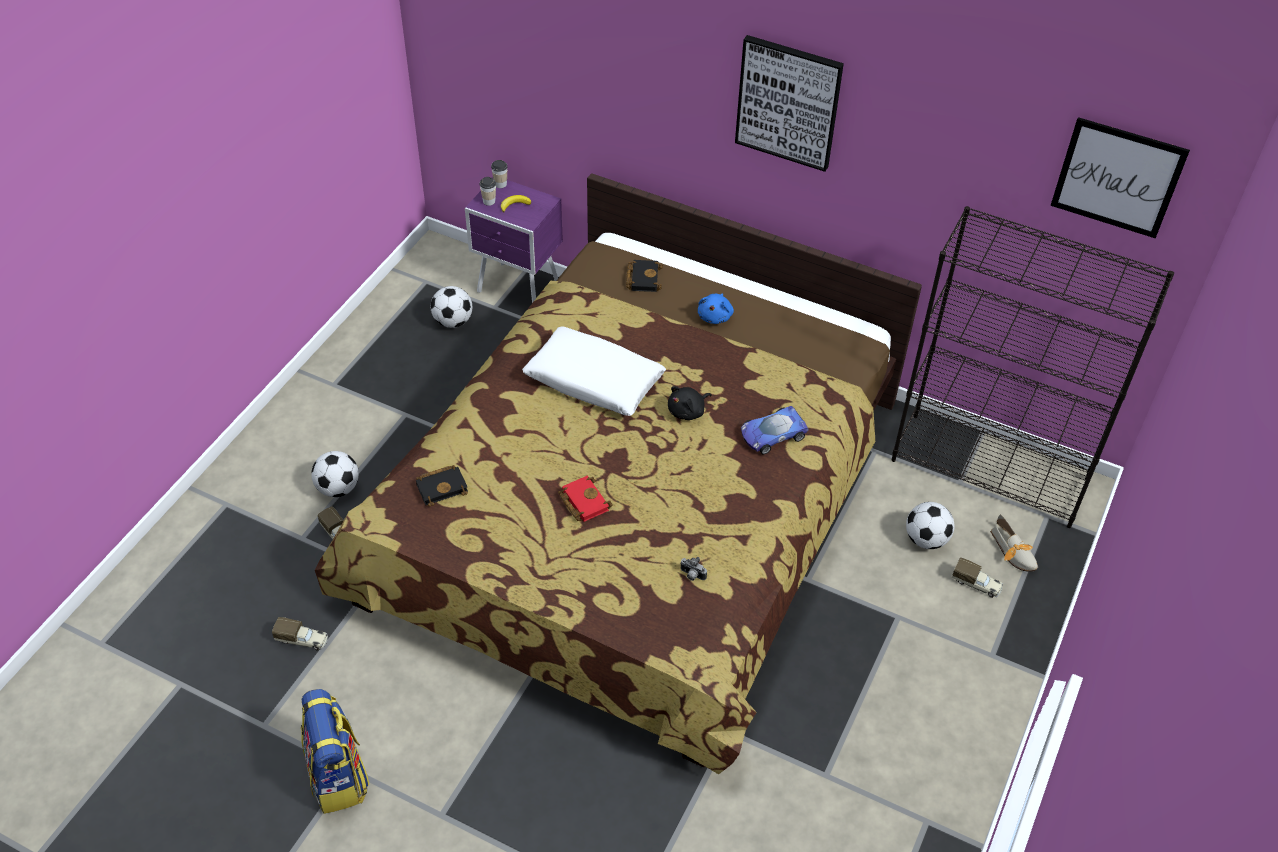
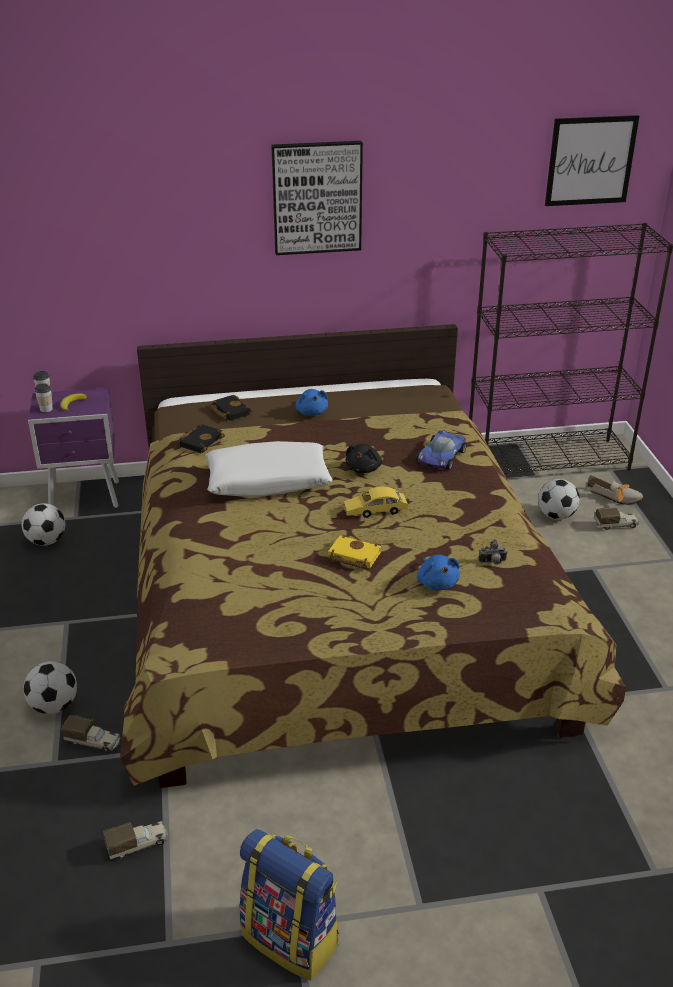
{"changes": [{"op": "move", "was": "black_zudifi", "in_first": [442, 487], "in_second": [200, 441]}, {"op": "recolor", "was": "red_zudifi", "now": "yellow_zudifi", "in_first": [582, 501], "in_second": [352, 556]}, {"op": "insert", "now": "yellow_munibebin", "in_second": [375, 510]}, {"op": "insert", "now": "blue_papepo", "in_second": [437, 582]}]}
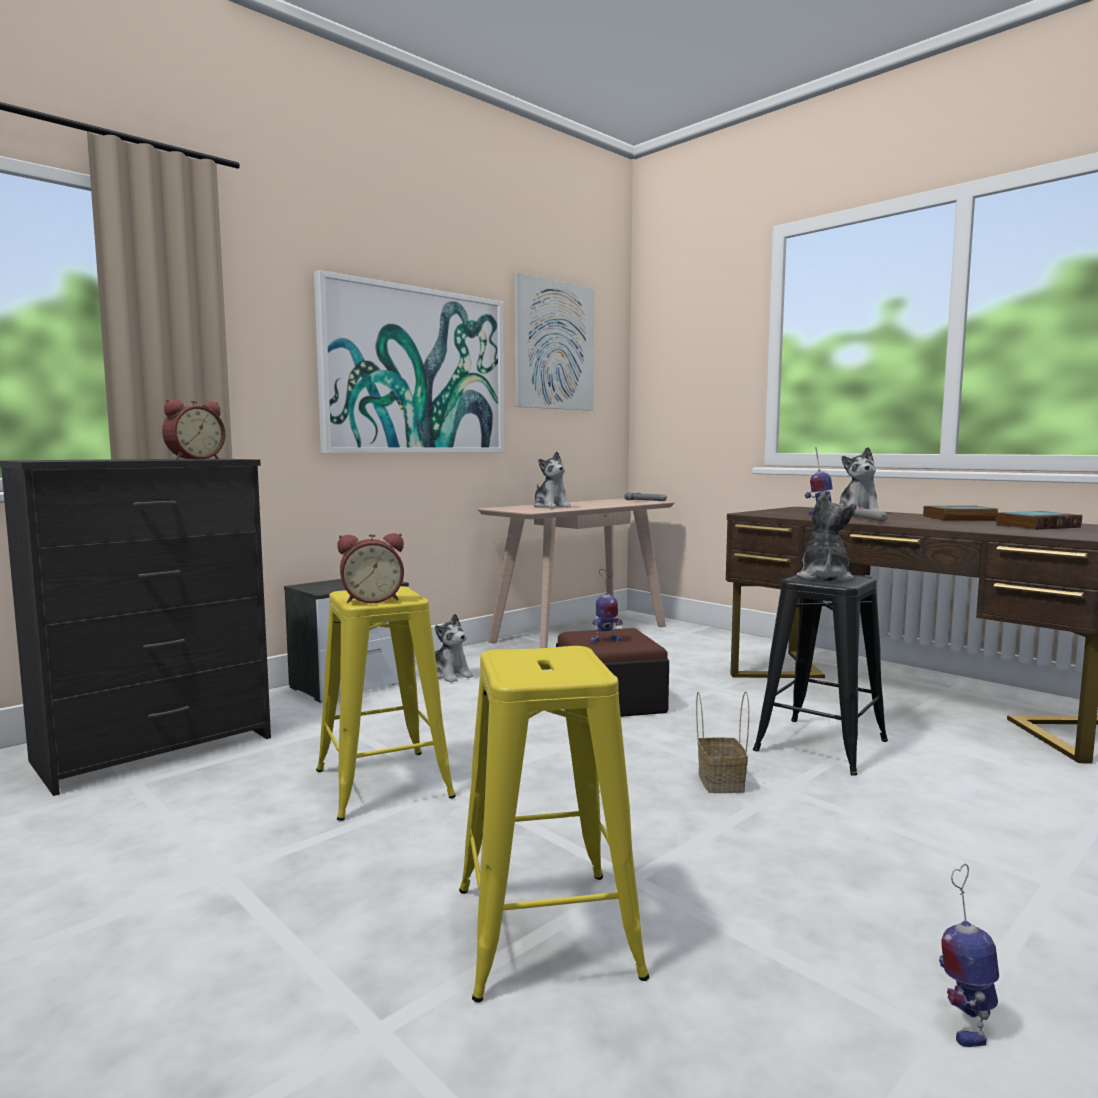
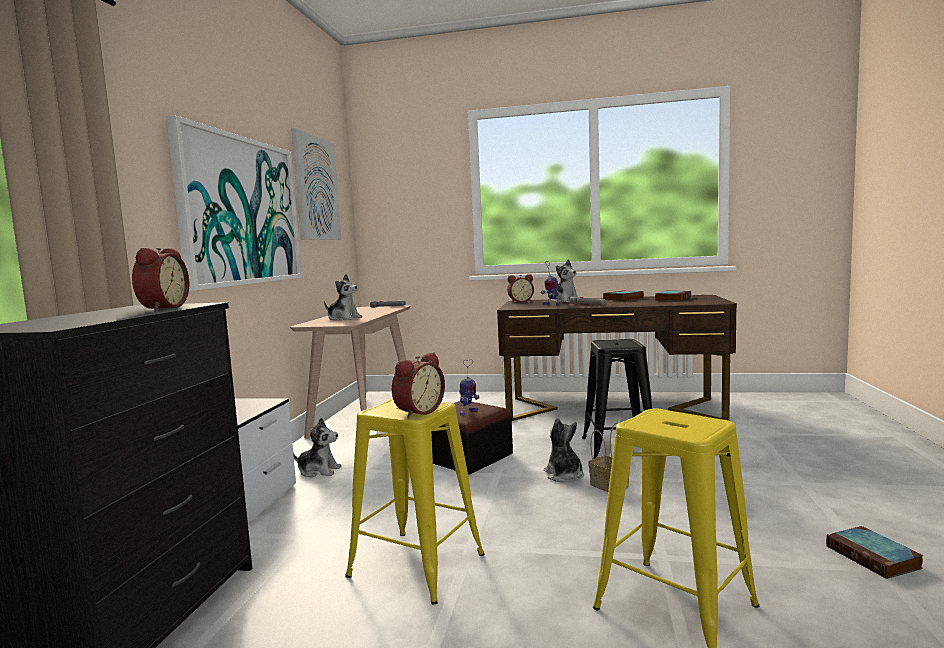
{"changes": [{"op": "move", "was": "papepo", "in_first": [824, 577], "in_second": [564, 475]}, {"op": "replace", "was": "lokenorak", "now": "zudifi", "in_first": [964, 1022], "in_second": [874, 558]}, {"op": "insert", "now": "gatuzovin", "in_second": [520, 301]}]}
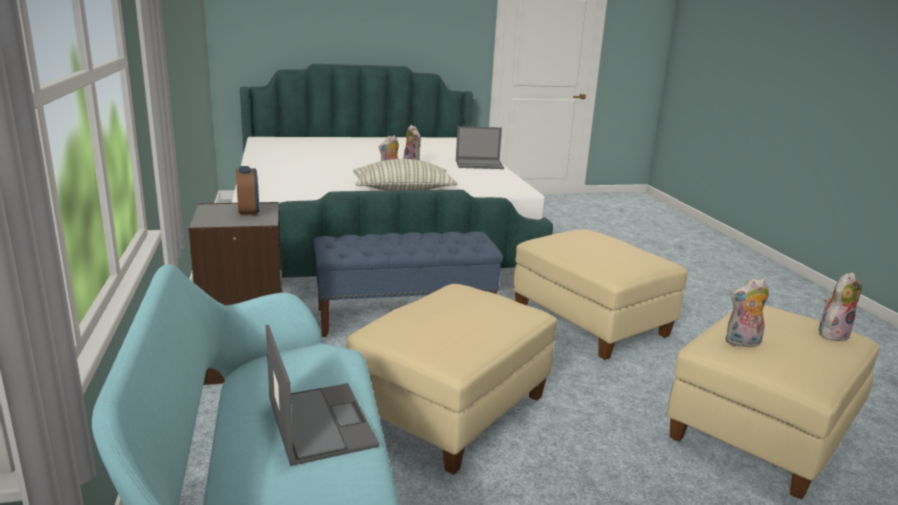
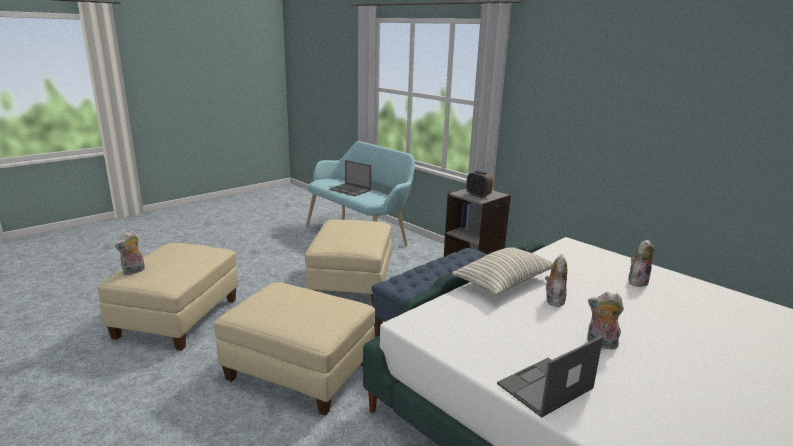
{"changes": [{"op": "move", "was": "papepo", "in_first": [742, 343], "in_second": [637, 281]}]}
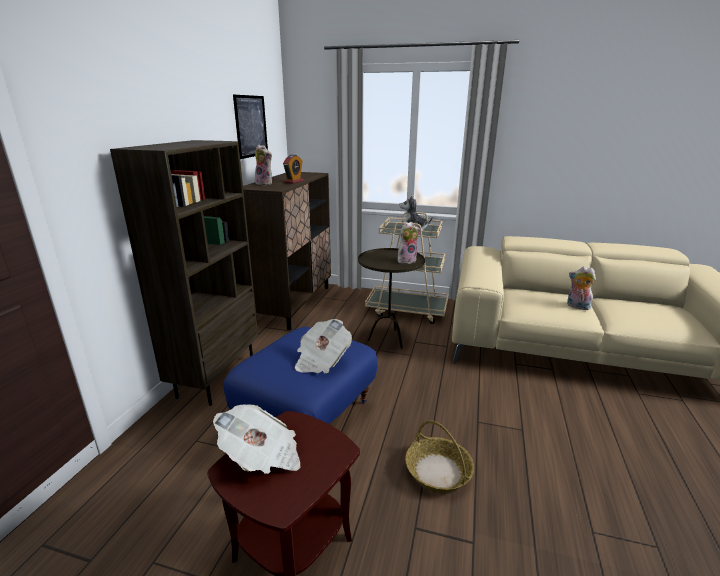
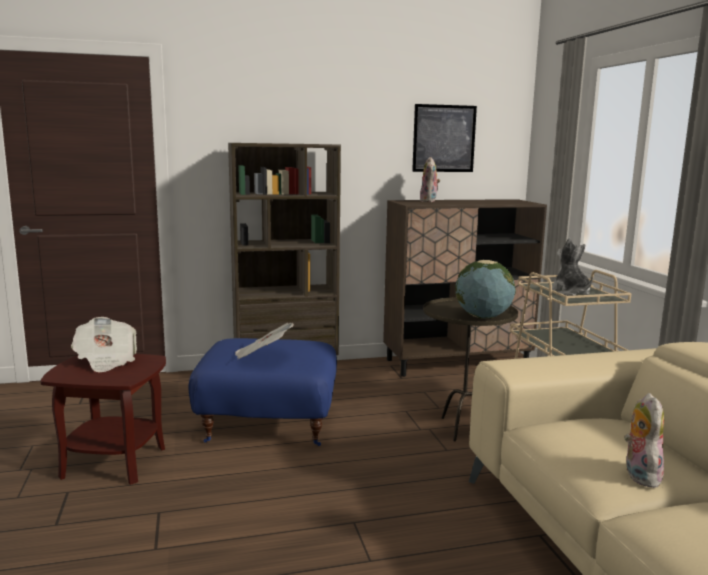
{"changes": [{"op": "delete", "was": "gatuzovin", "in_first": [294, 181]}, {"op": "replace", "was": "papepo", "now": "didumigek", "in_first": [406, 260], "in_second": [482, 317]}, {"op": "delete", "was": "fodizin", "in_first": [437, 471]}]}
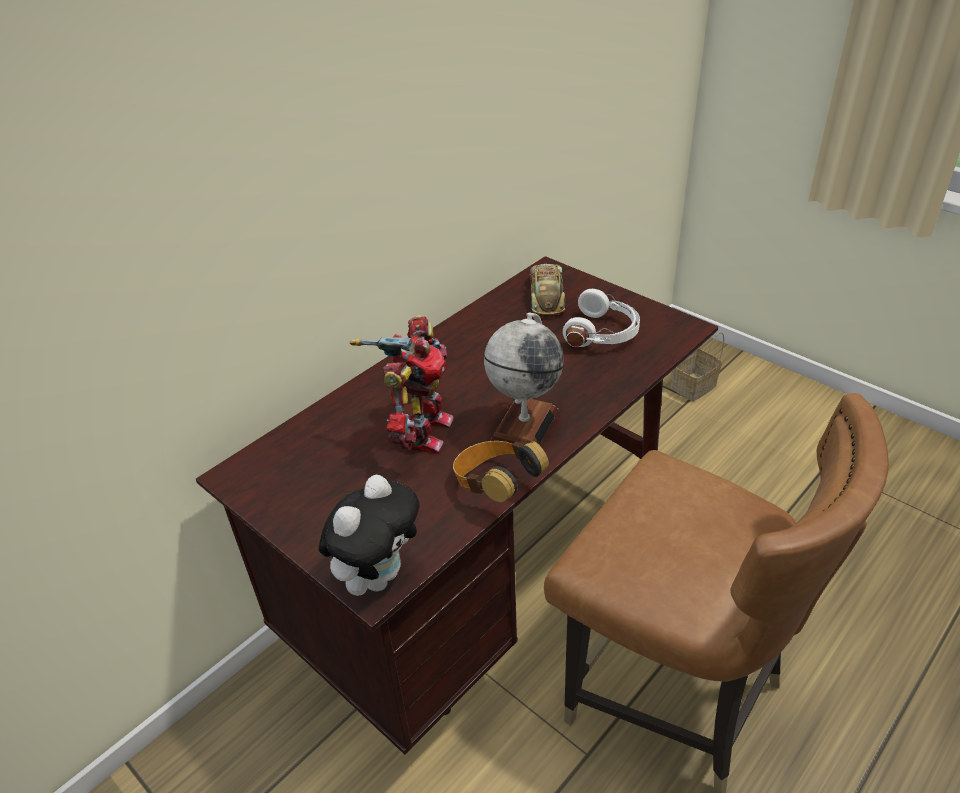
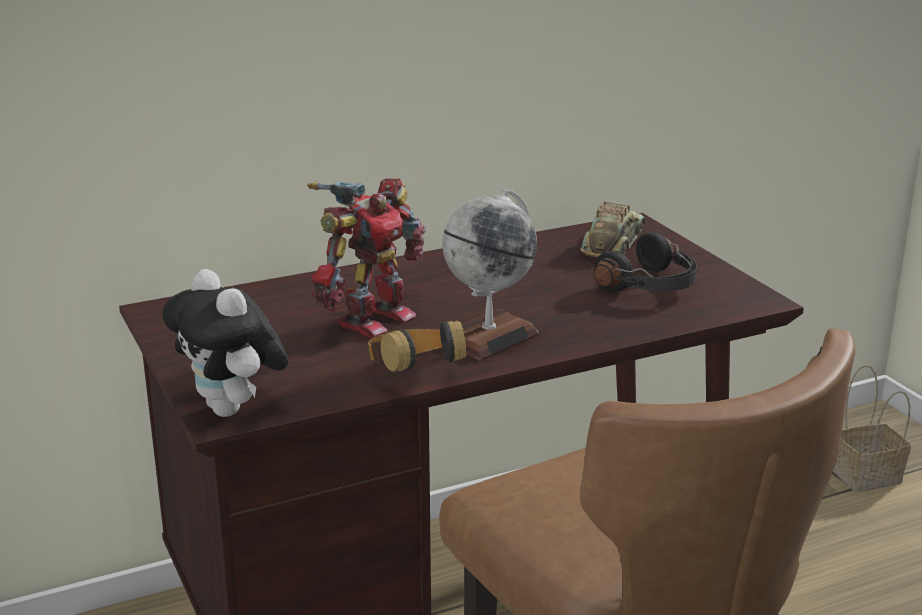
{"changes": [{"op": "recolor", "was": "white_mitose", "now": "black_mitose", "in_first": [603, 333], "in_second": [651, 286]}, {"op": "rotate", "was": "papepo", "in_first": [378, 576], "in_second": [233, 410], "clockwise": 90}]}
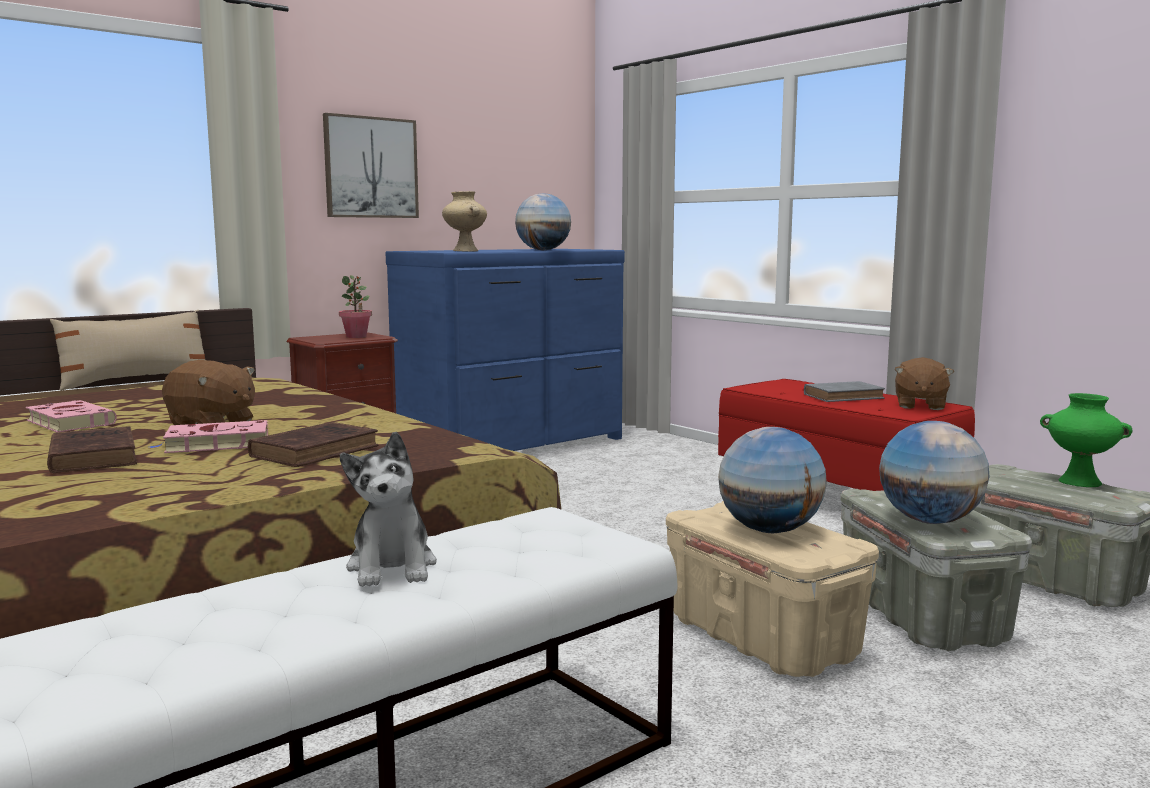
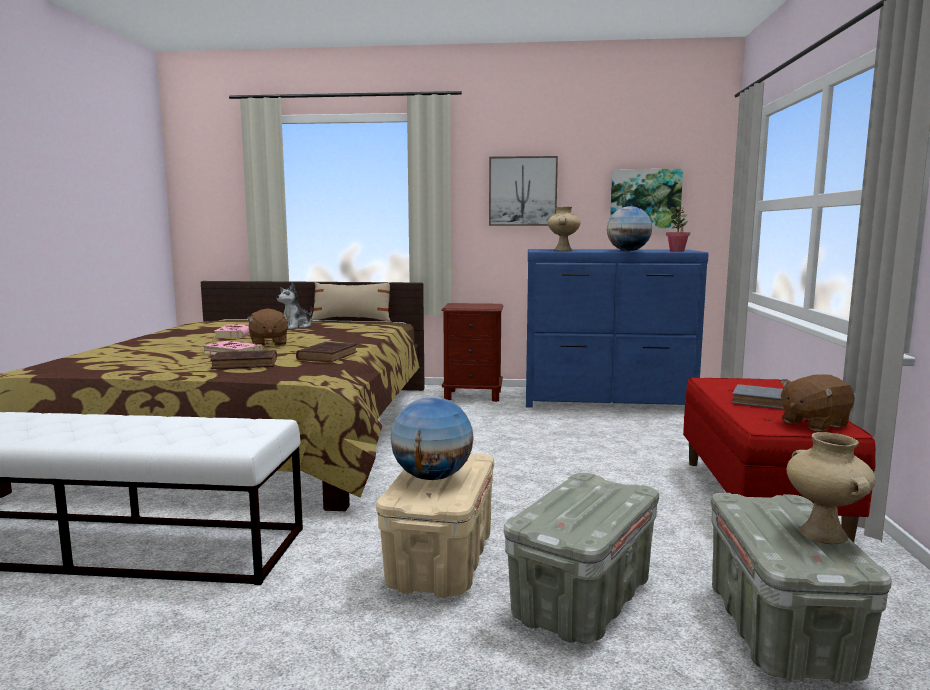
{"changes": [{"op": "move", "was": "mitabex", "in_first": [356, 337], "in_second": [677, 251]}, {"op": "recolor", "was": "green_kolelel", "now": "beige_kolelel", "in_first": [1080, 482], "in_second": [824, 534]}, {"op": "delete", "was": "didumigek", "in_first": [929, 521]}, {"op": "move", "was": "brown_zudifi", "in_first": [93, 456], "in_second": [328, 355]}, {"op": "move", "was": "papepo", "in_first": [392, 567], "in_second": [296, 326]}, {"op": "insert", "now": "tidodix", "in_second": [645, 199]}]}
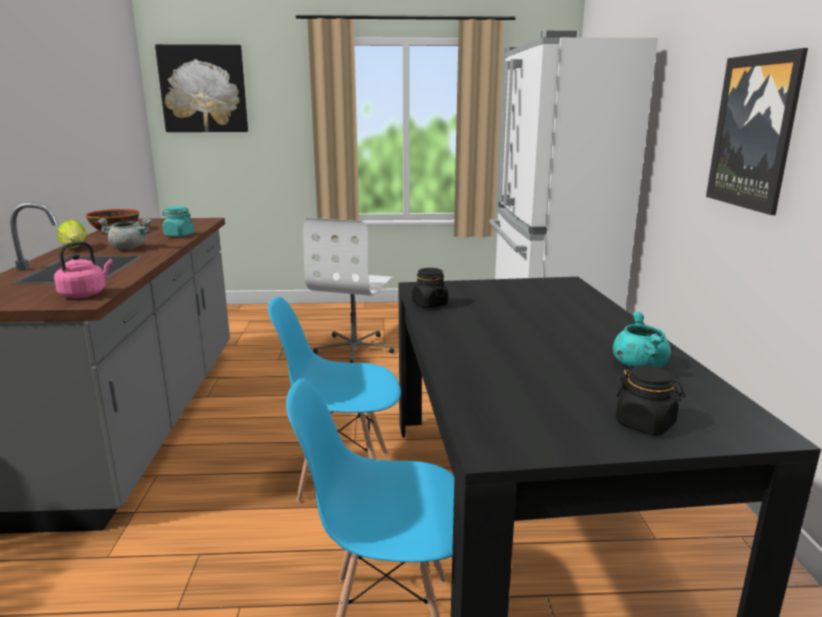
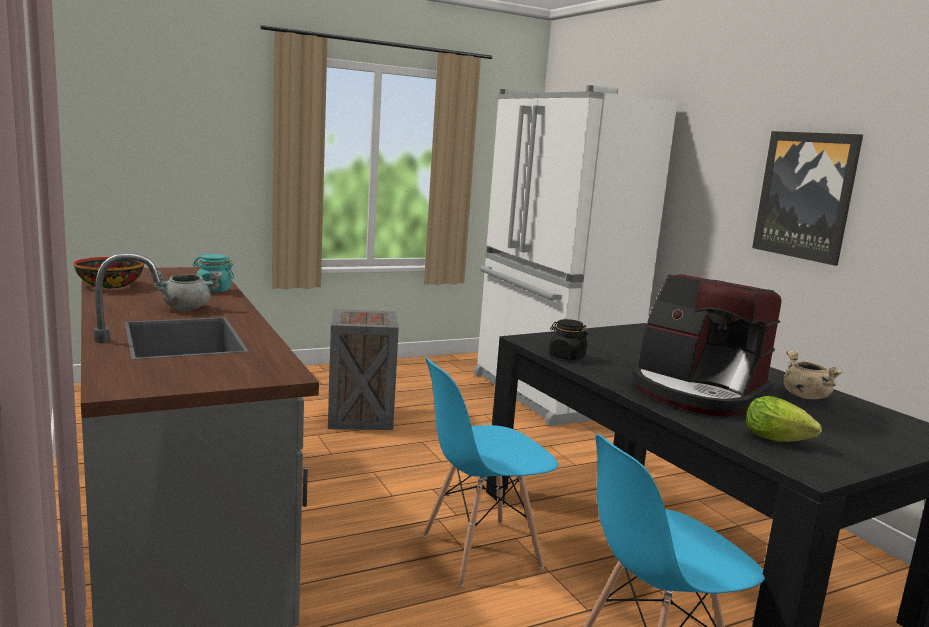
{"changes": [{"op": "delete", "was": "tidodix", "in_first": [203, 89]}, {"op": "replace", "was": "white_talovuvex", "now": "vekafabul", "in_first": [355, 348], "in_second": [359, 417]}, {"op": "move", "was": "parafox", "in_first": [75, 248], "in_second": [780, 440]}, {"op": "delete", "was": "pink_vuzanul", "in_first": [85, 294]}, {"op": "recolor", "was": "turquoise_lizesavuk", "now": "beige_lizesavuk", "in_first": [638, 365], "in_second": [804, 396]}, {"op": "delete", "was": "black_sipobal", "in_first": [645, 424]}, {"op": "insert", "now": "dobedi", "in_second": [696, 393]}]}
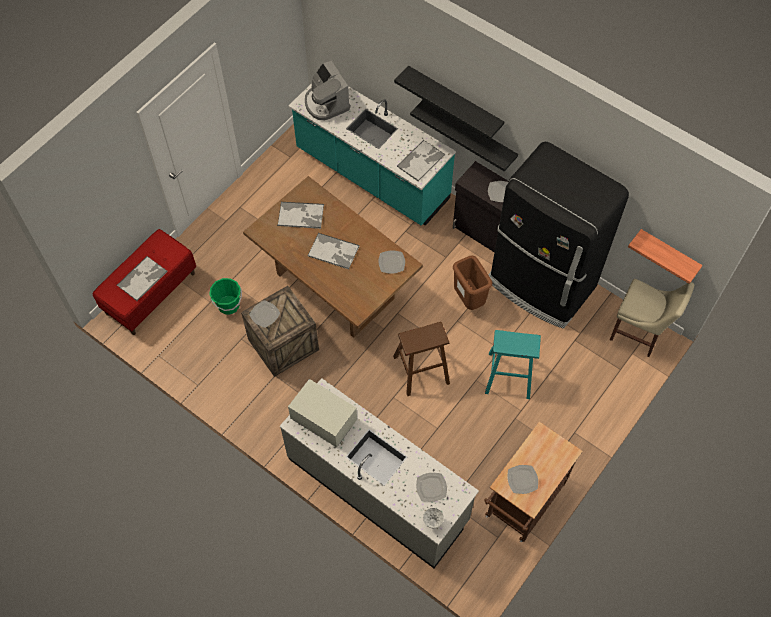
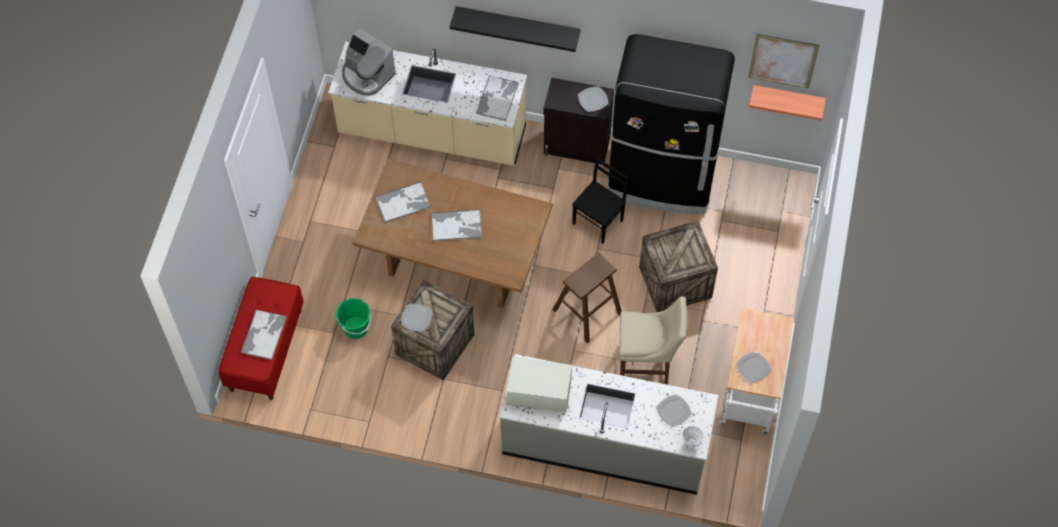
{"changes": [{"op": "recolor", "was": "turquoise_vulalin", "now": "beige_vulalin", "in_first": [371, 175], "in_second": [432, 133]}, {"op": "delete", "was": "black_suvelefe", "in_first": [469, 133]}, {"op": "delete", "was": "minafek", "in_first": [391, 263]}, {"op": "replace", "was": "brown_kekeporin", "now": "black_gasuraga", "in_first": [469, 299], "in_second": [598, 222]}, {"op": "move", "was": "beige_gasuraga", "in_first": [639, 334], "in_second": [647, 363]}, {"op": "replace", "was": "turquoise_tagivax", "now": "vekafabul", "in_first": [509, 375], "in_second": [675, 281]}, {"op": "recolor", "was": "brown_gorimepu", "now": "white_gorimepu", "in_first": [522, 505], "in_second": [749, 400]}, {"op": "insert", "now": "tidodix", "in_second": [783, 61]}]}
